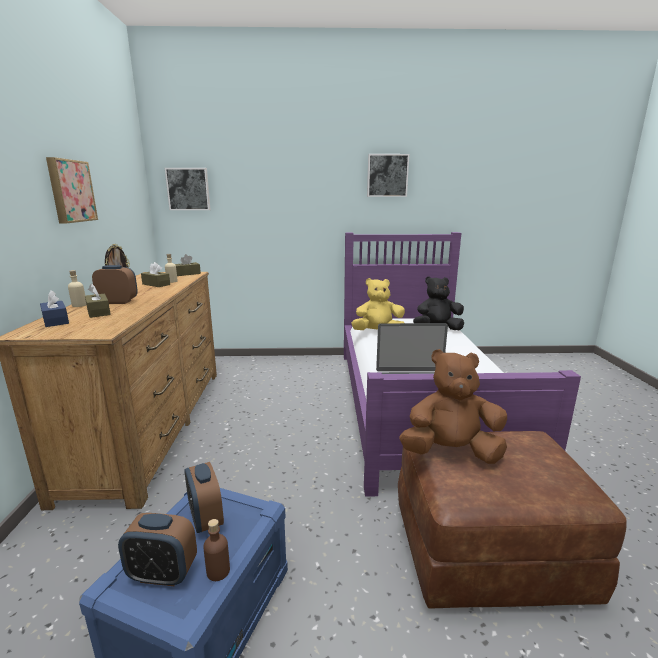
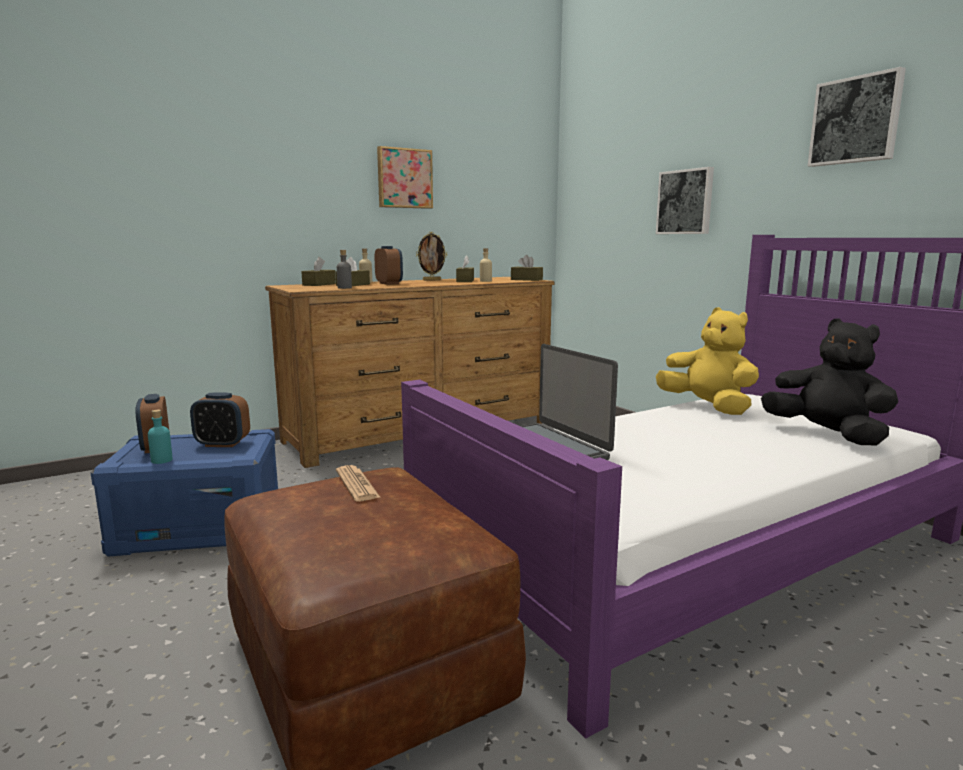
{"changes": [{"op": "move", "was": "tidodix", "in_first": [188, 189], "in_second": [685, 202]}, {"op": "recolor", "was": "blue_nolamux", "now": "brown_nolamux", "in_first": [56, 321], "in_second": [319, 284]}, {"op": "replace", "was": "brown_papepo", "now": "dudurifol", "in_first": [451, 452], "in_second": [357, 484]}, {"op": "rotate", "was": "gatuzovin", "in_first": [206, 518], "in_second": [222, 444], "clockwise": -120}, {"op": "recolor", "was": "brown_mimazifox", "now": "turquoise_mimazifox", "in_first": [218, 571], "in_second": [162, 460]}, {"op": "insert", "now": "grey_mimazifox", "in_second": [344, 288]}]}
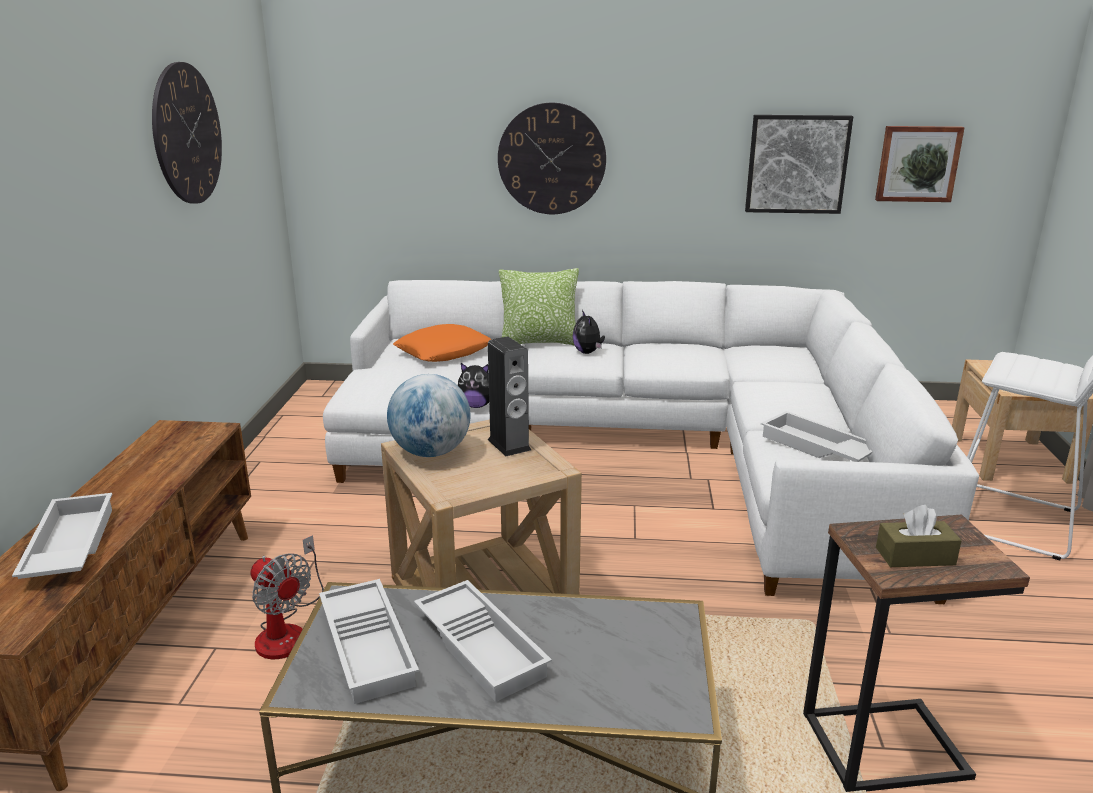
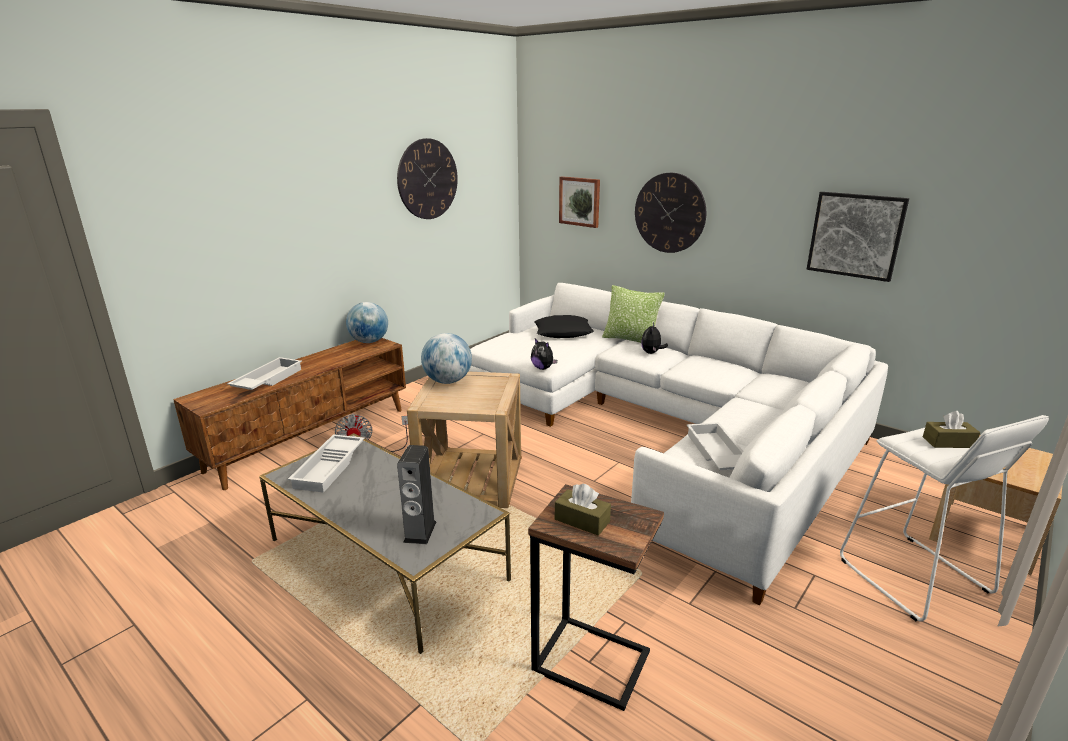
{"changes": [{"op": "move", "was": "tidodix", "in_first": [917, 163], "in_second": [580, 201]}, {"op": "recolor", "was": "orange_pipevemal", "now": "black_pipevemal", "in_first": [443, 352], "in_second": [563, 332]}, {"op": "move", "was": "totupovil", "in_first": [509, 444], "in_second": [420, 532]}, {"op": "delete", "was": "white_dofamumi", "in_first": [483, 646]}, {"op": "insert", "now": "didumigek", "in_second": [369, 342]}, {"op": "insert", "now": "brown_nolamux", "in_second": [948, 442]}]}
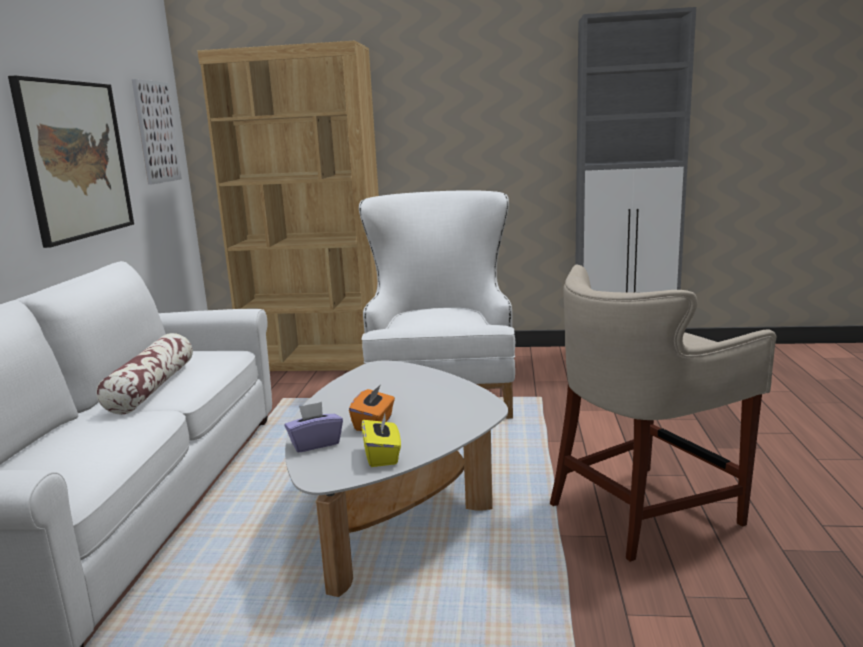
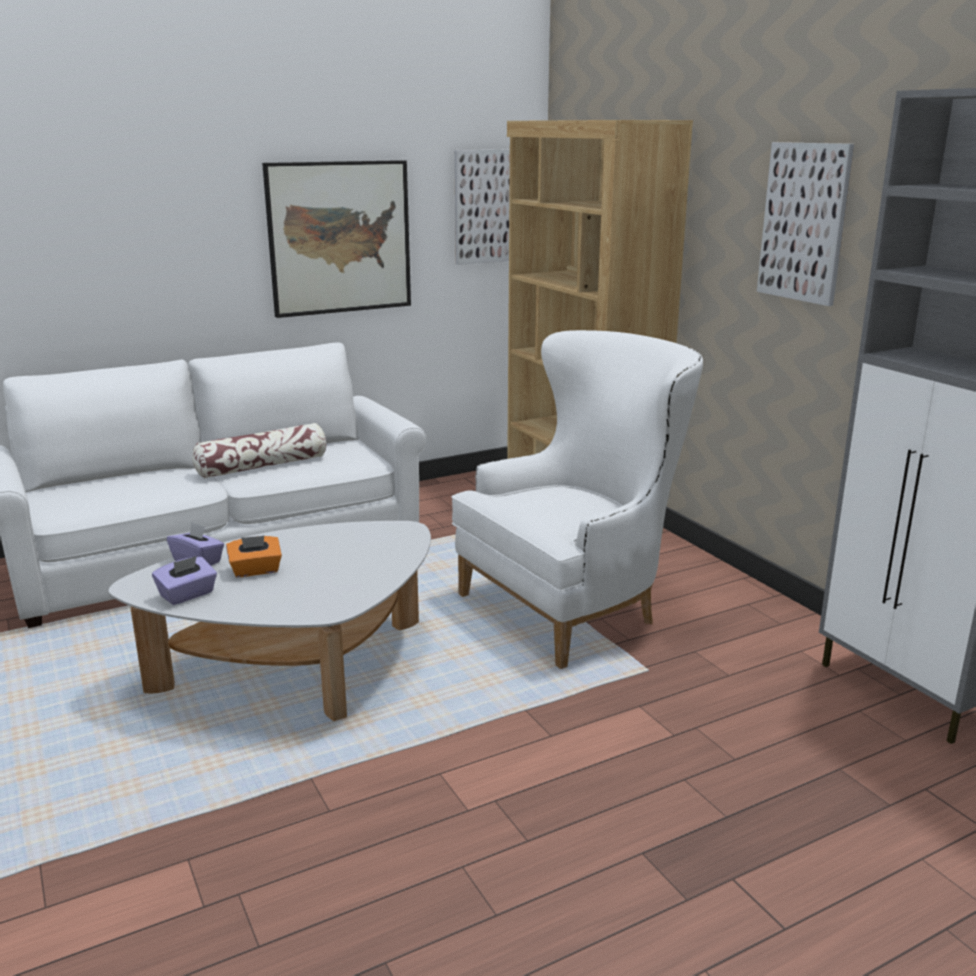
{"changes": [{"op": "delete", "was": "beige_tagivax", "in_first": [644, 511]}, {"op": "recolor", "was": "yellow_nolamux", "now": "purple_nolamux", "in_first": [382, 456], "in_second": [187, 595]}, {"op": "insert", "now": "tidodix", "in_second": [804, 222]}]}
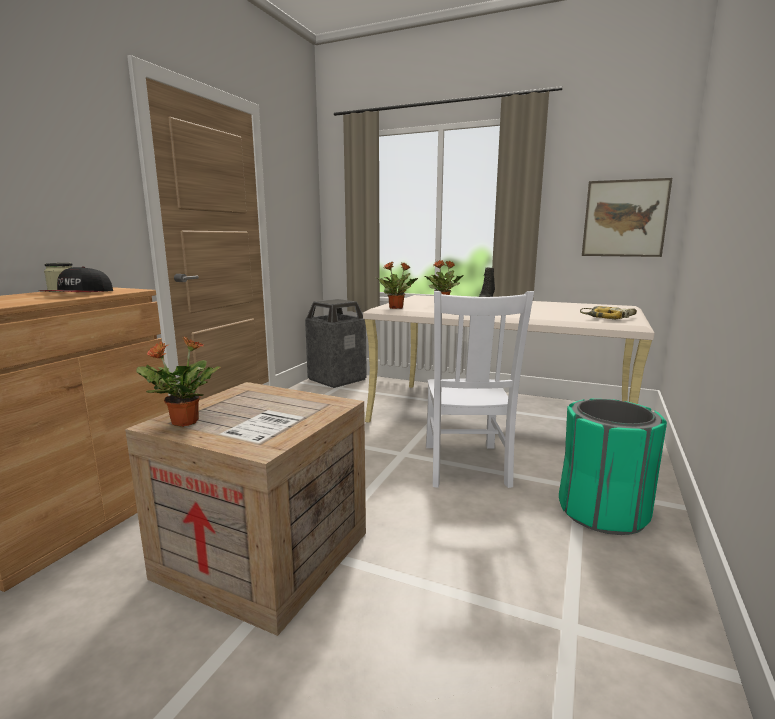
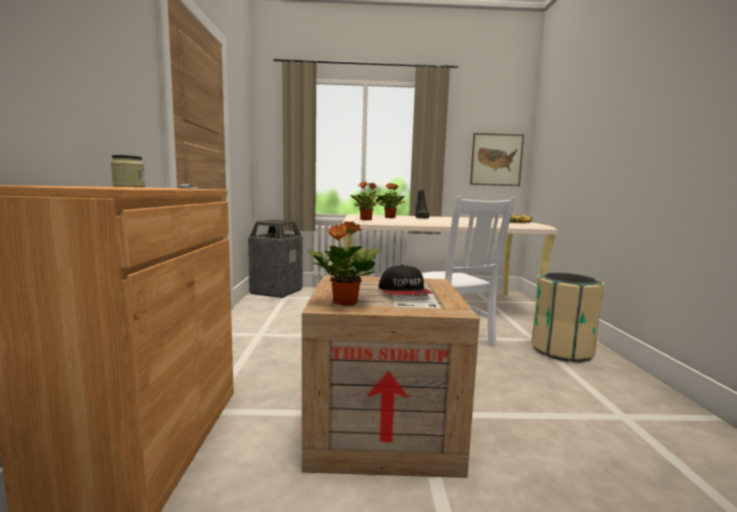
{"changes": [{"op": "move", "was": "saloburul", "in_first": [79, 294], "in_second": [404, 292]}, {"op": "recolor", "was": "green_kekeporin", "now": "beige_kekeporin", "in_first": [602, 512], "in_second": [562, 351]}]}
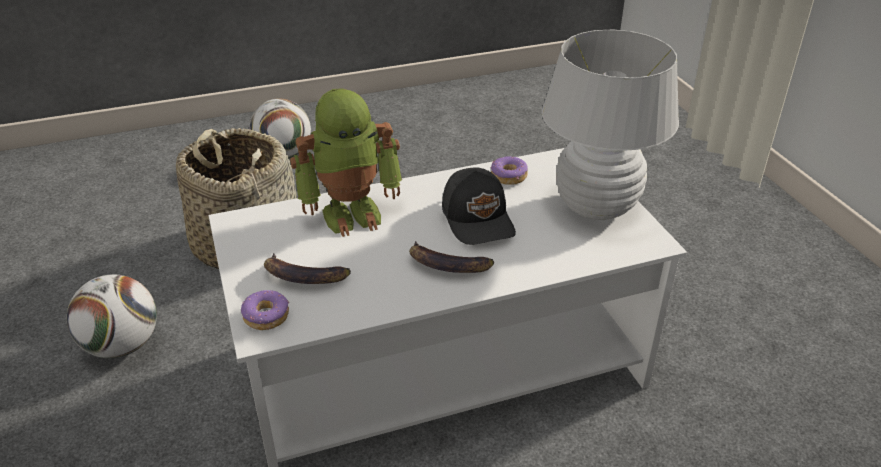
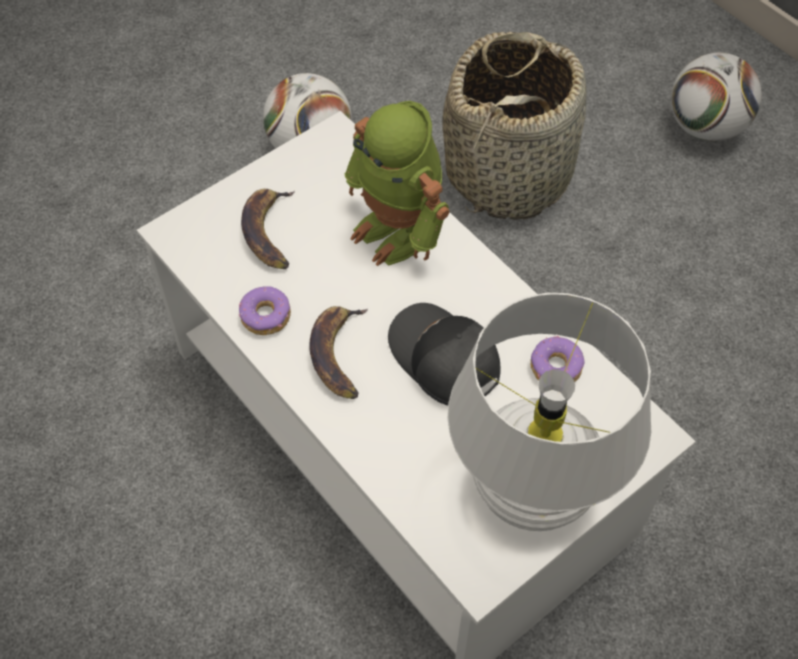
{"changes": [{"op": "rotate", "was": "black_saloburul", "in_first": [479, 219], "in_second": [443, 360], "clockwise": 90}, {"op": "move", "was": "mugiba", "in_first": [267, 316], "in_second": [266, 316]}]}
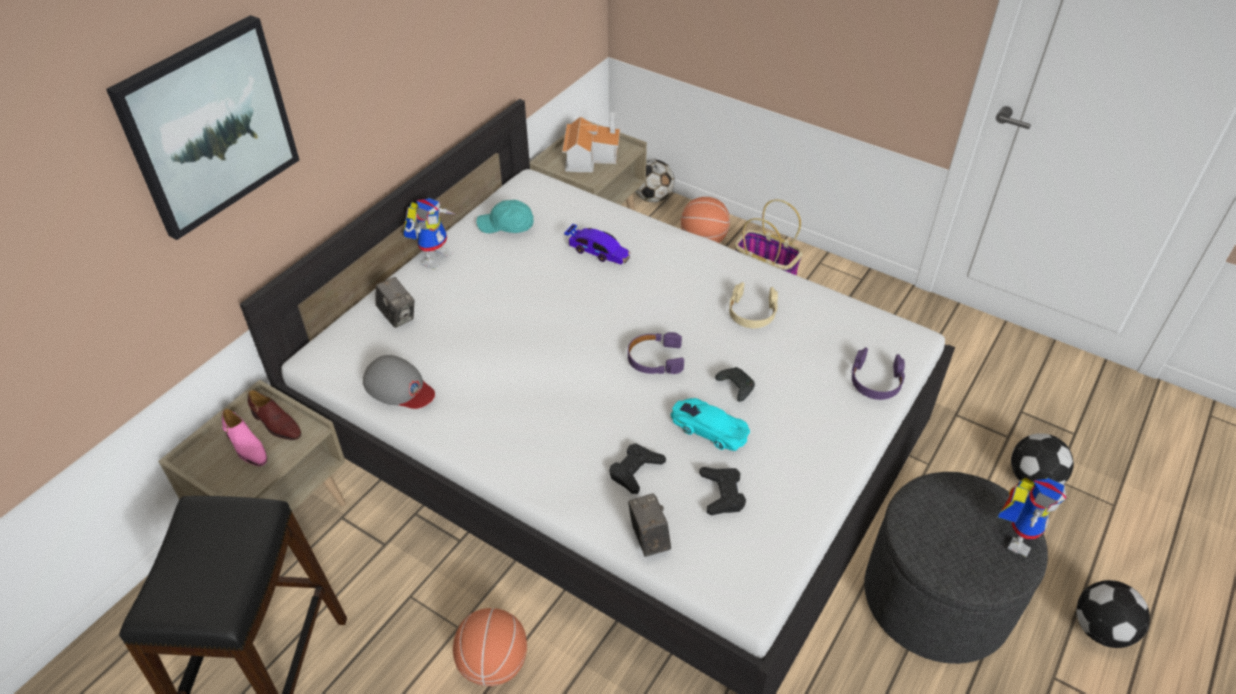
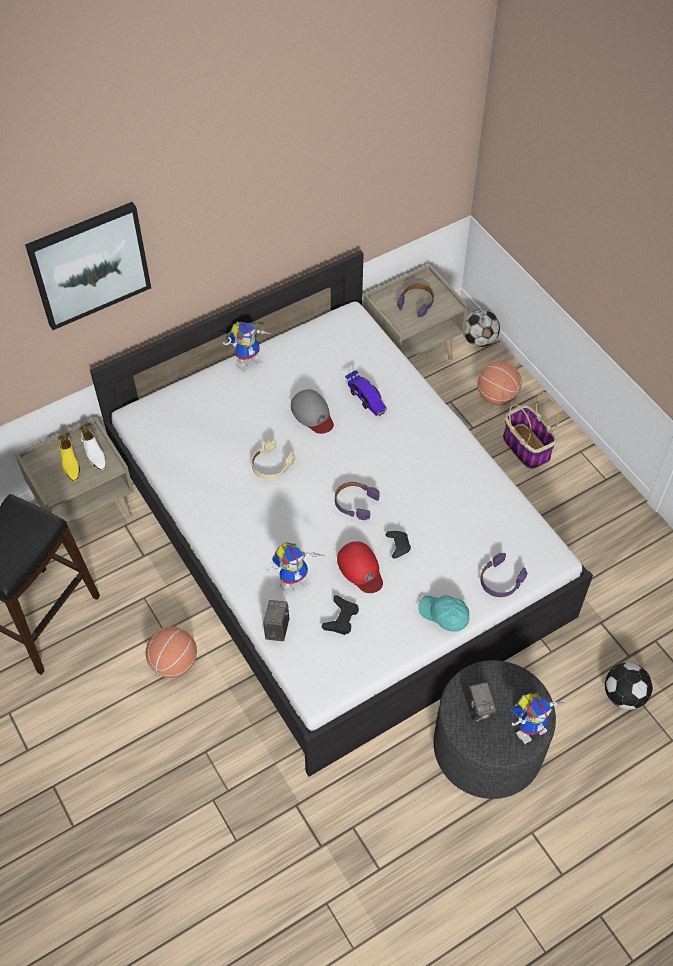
{"changes": [{"op": "replace", "was": "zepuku", "now": "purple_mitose", "in_first": [590, 156], "in_second": [416, 302]}, {"op": "move", "was": "turquoise_saloburul", "in_first": [506, 226], "in_second": [444, 615]}, {"op": "move", "was": "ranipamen", "in_first": [398, 316], "in_second": [478, 708]}, {"op": "move", "was": "beige_mitose", "in_first": [752, 312], "in_second": [271, 465]}, {"op": "move", "was": "grey_saloburul", "in_first": [399, 387], "in_second": [312, 414]}, {"op": "recolor", "was": "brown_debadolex", "now": "white_debadolex", "in_first": [276, 424], "in_second": [94, 453]}, {"op": "replace", "was": "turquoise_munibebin", "now": "red_saloburul", "in_first": [708, 428], "in_second": [360, 569]}, {"op": "recolor", "was": "pink_debadolex", "now": "yellow_debadolex", "in_first": [246, 446], "in_second": [70, 463]}, {"op": "replace", "was": "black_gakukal", "now": "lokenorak", "in_first": [635, 471], "in_second": [295, 579]}, {"op": "delete", "was": "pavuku", "in_first": [1102, 630]}]}
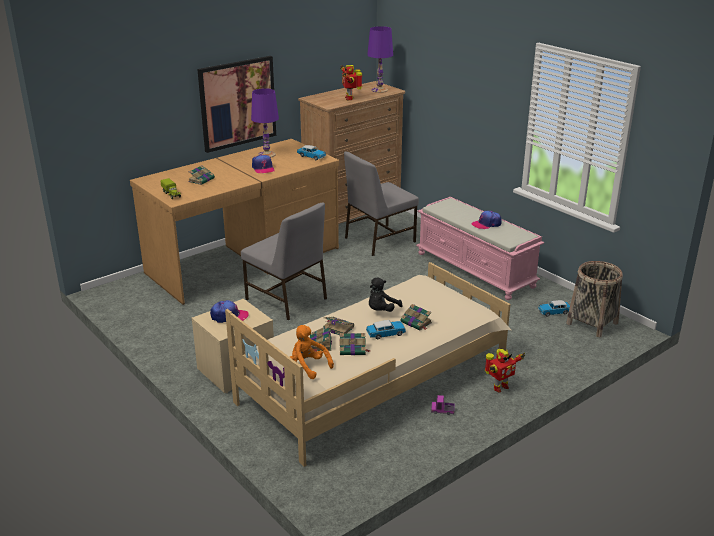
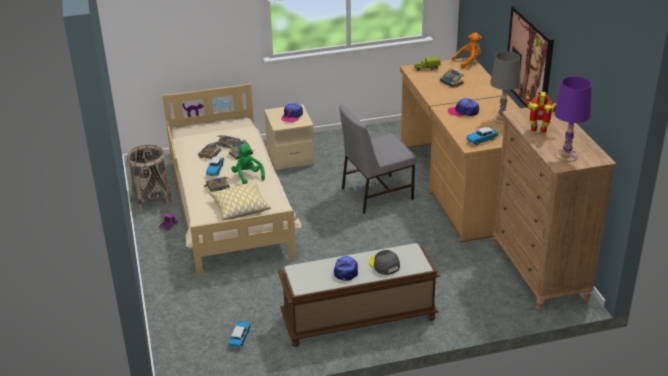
{"changes": [{"op": "recolor", "was": "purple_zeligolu", "now": "grey_zeligolu", "in_first": [266, 154], "in_second": [502, 119]}, {"op": "delete", "was": "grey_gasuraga", "in_first": [378, 240]}, {"op": "recolor", "was": "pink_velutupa", "now": "brown_velutupa", "in_first": [476, 270], "in_second": [358, 319]}, {"op": "move", "was": "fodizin", "in_first": [592, 323], "in_second": [152, 198]}, {"op": "recolor", "was": "black_papepo", "now": "green_papepo", "in_first": [381, 310], "in_second": [247, 176]}, {"op": "move", "was": "orange_papepo", "in_first": [308, 366], "in_second": [468, 62]}, {"op": "delete", "was": "lokenorak", "in_first": [499, 387]}, {"op": "insert", "now": "pipevemal", "in_second": [240, 207]}, {"op": "insert", "now": "grey_saloburul", "in_second": [384, 265]}]}
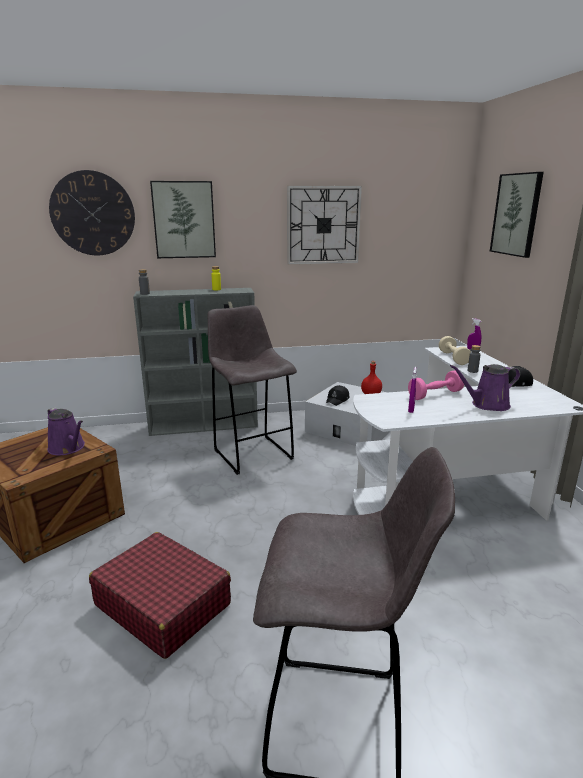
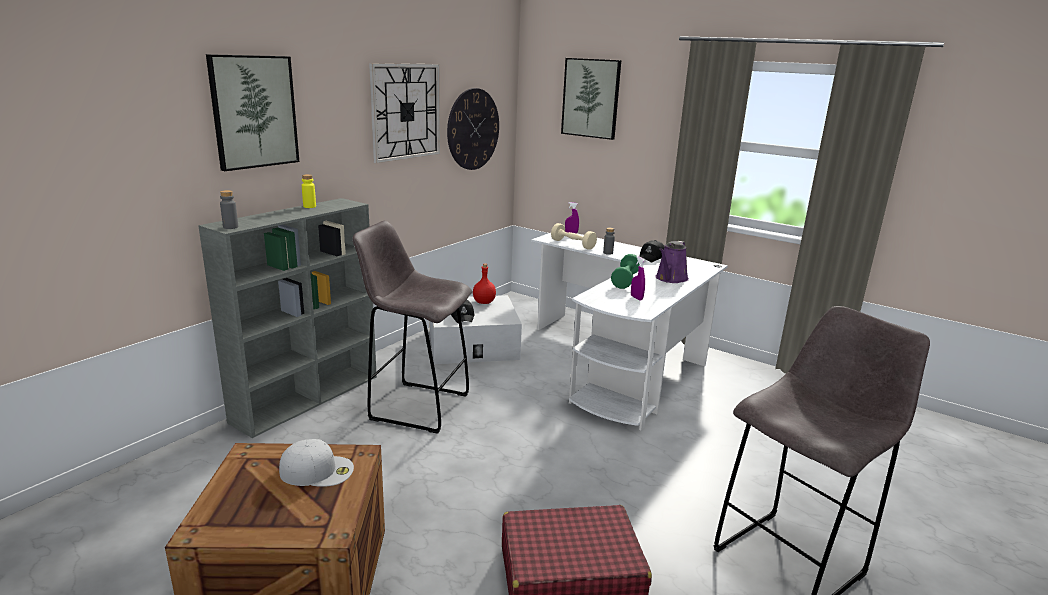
{"changes": [{"op": "move", "was": "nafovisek", "in_first": [93, 213], "in_second": [473, 129]}, {"op": "recolor", "was": "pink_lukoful", "now": "green_lukoful", "in_first": [435, 395], "in_second": [625, 280]}, {"op": "replace", "was": "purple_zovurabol", "now": "white_saloburul", "in_first": [68, 448], "in_second": [318, 470]}]}
